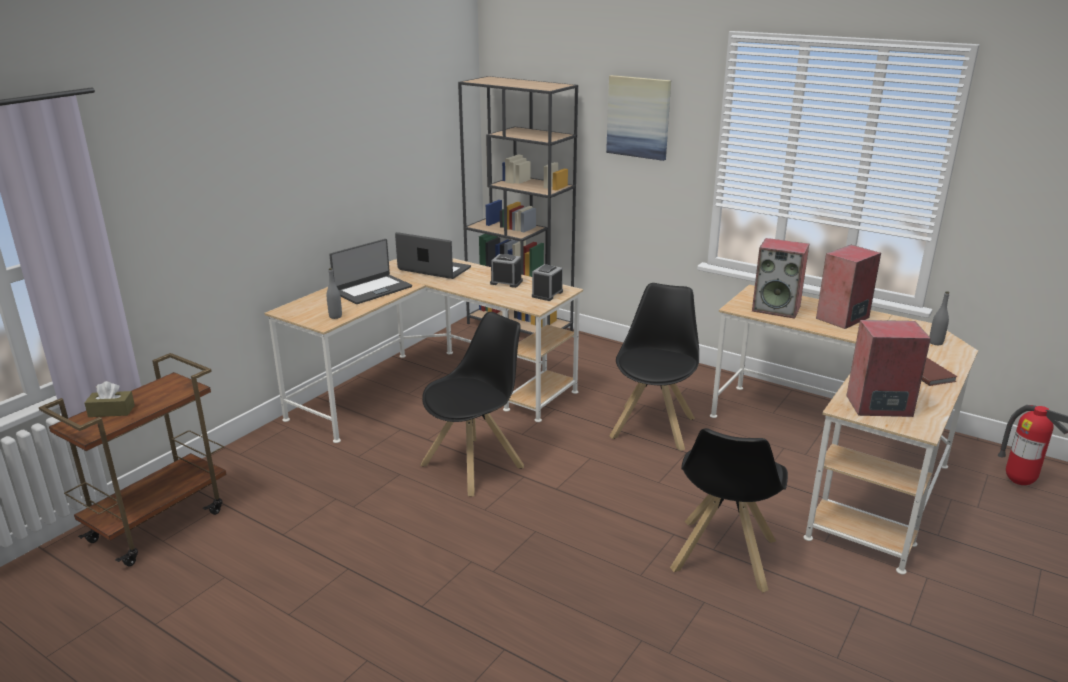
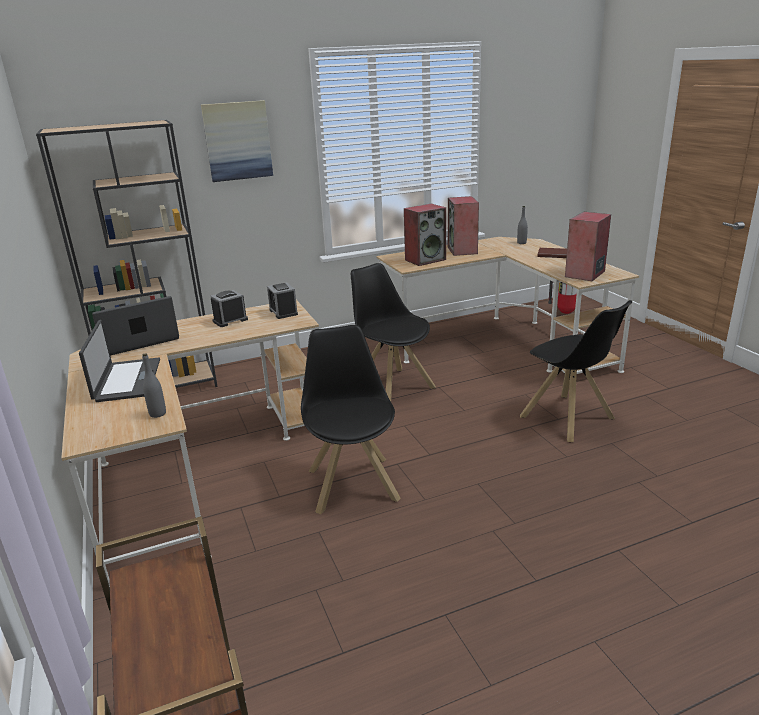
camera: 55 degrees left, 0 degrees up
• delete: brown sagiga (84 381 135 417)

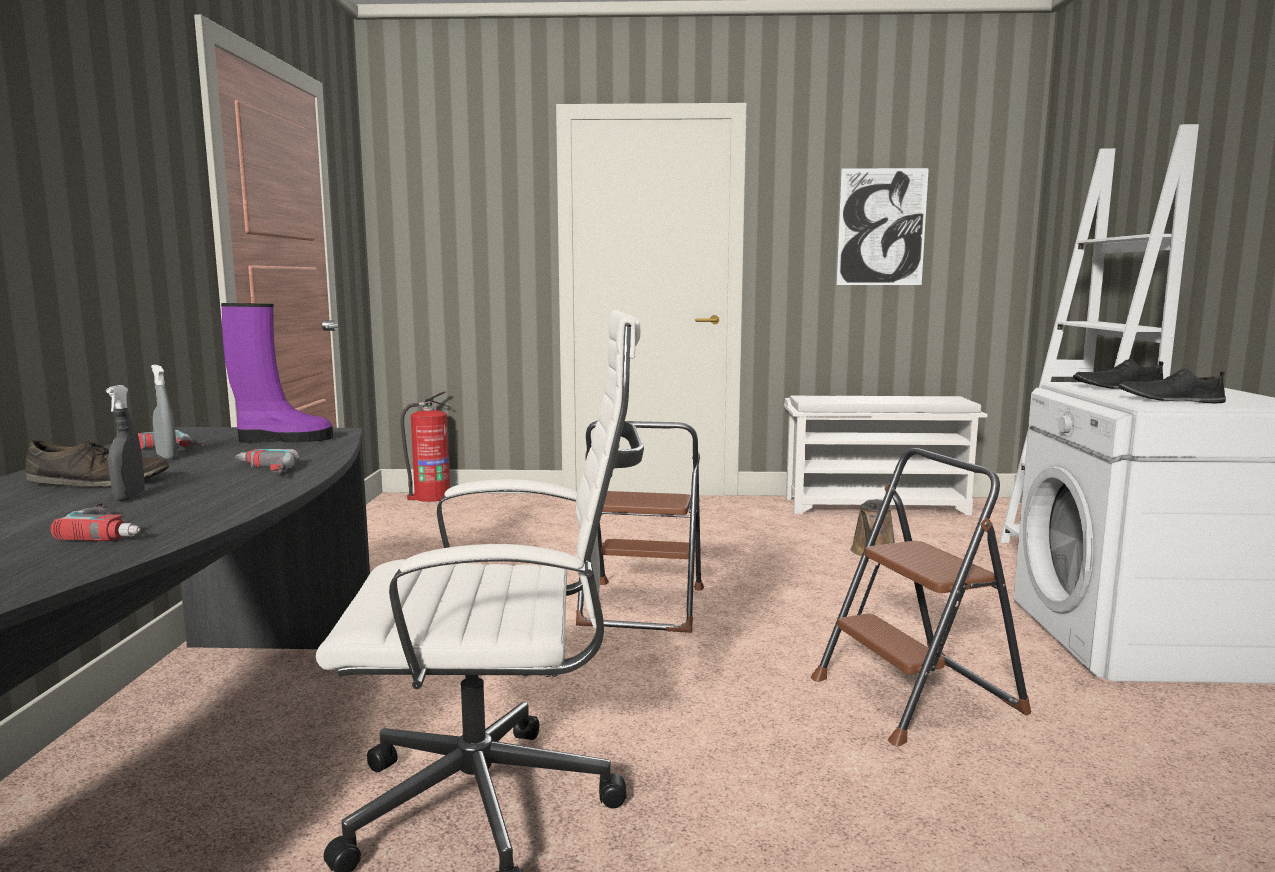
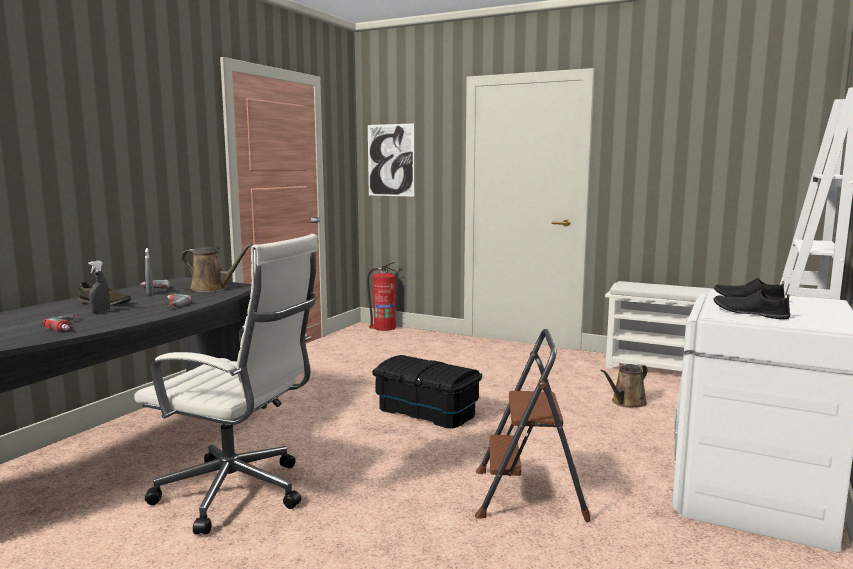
camera: 25 degrees right, 0 degrees up
• replace: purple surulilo (221 303 333 443) to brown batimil (181 244 253 292)
• replace: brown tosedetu (576 421 704 633) to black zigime (372 355 482 429)
• move: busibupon (837 168 929 285) to (368 123 414 197)

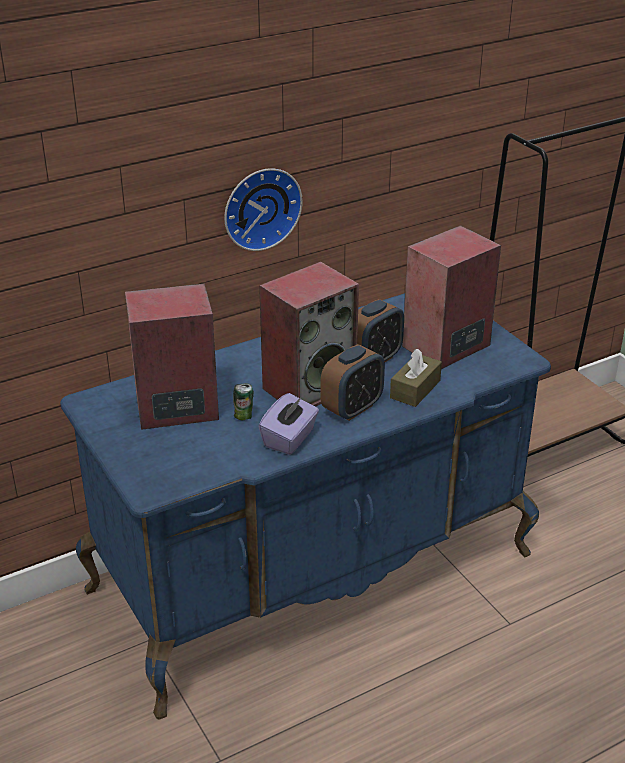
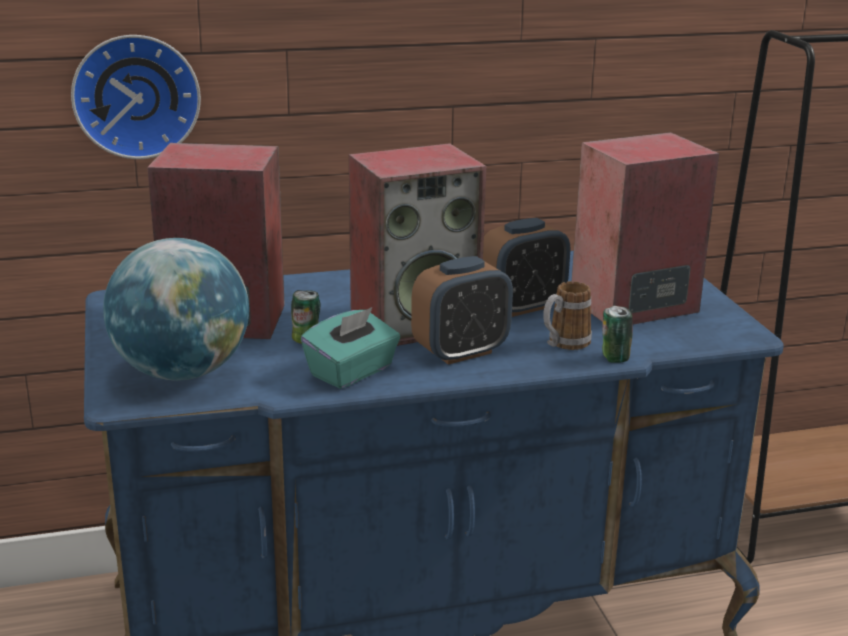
camera: 15 degrees right, 10 degrees down
• move: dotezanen (224 168 303 251) to (71 35 201 159)
• recolor: purple sagiga (259 393 319 455) to turquoise sagiga (301 307 400 389)
• replace: brown sagiga (390 349 442 407) to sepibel (543 281 592 350)
• insert: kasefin (103 238 249 381)
• insert: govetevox (602 306 633 363)

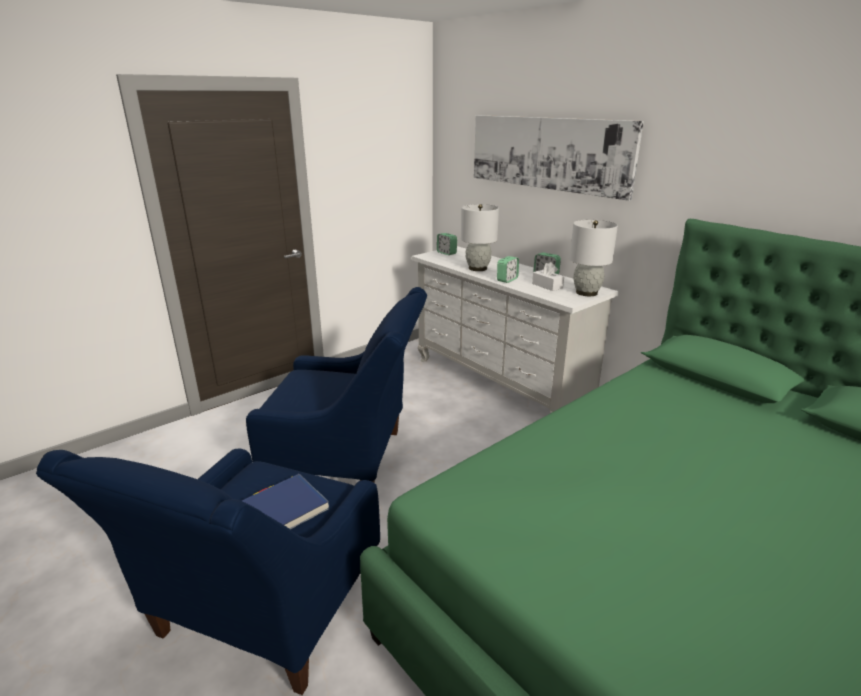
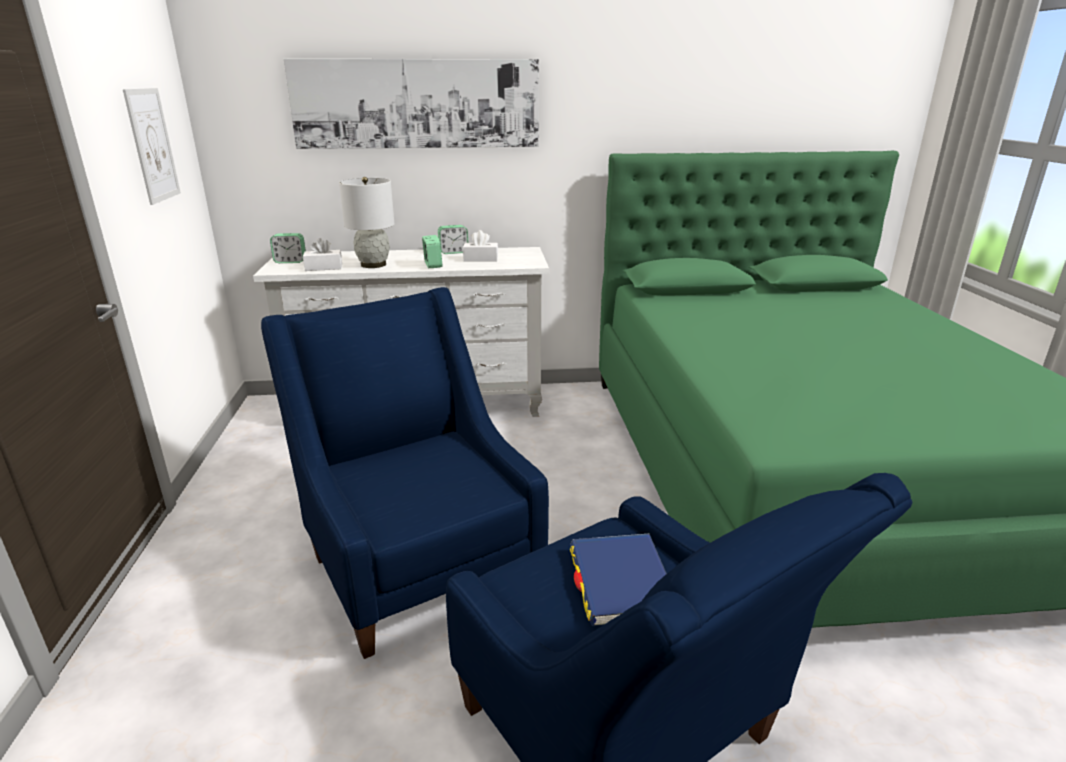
camera: 55 degrees left, 0 degrees up
• rotate: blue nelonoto (246 287 427 483) = (261 287 549 659) 75 degrees counterclockwise
• delete: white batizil (570 220 618 296)
• insert: busibupon (123 88 181 205)
• insert: white sagiga (303 238 342 271)

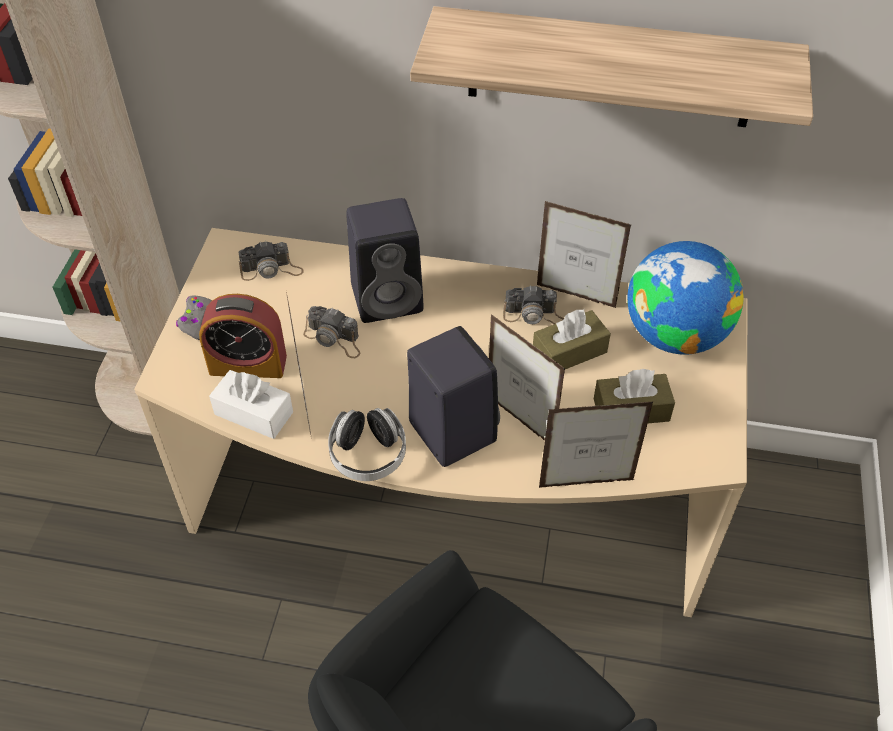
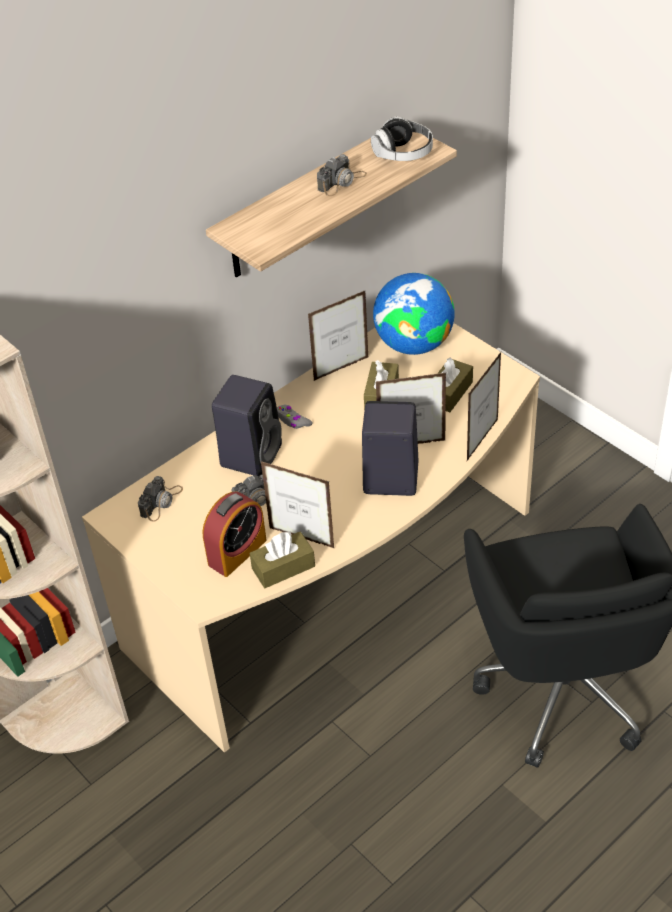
camera: 50 degrees left, 5 degrees down
• move: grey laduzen (176 295 212 340) to (277 405 312 429)
• recolor: white sagiga (209 370 293 439) to brown sagiga (250 531 315 588)
• move: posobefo (328 408 406 481) to (371 117 433 161)
• move: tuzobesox (503 285 564 325) to (317 154 367 196)

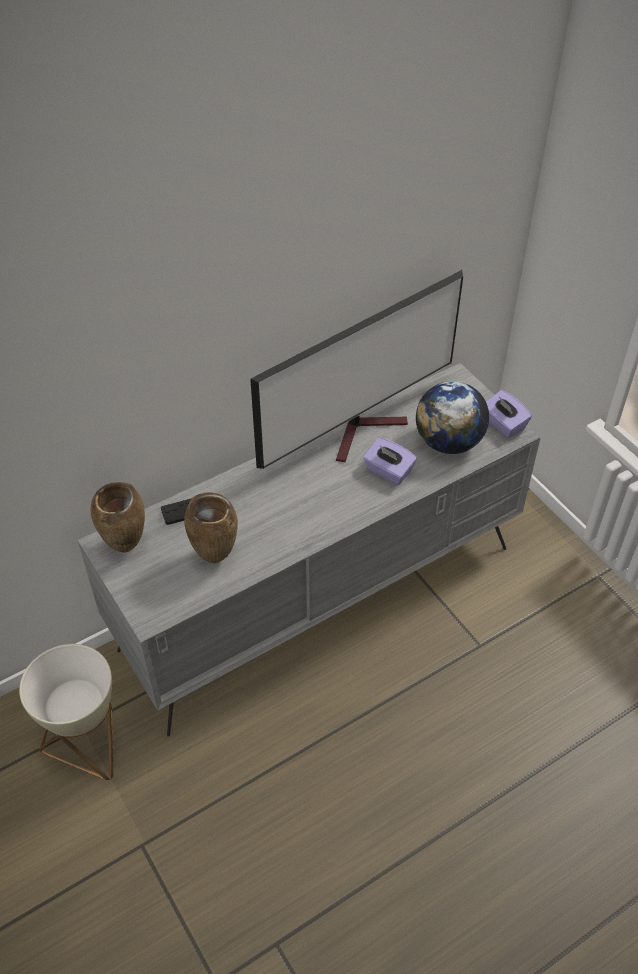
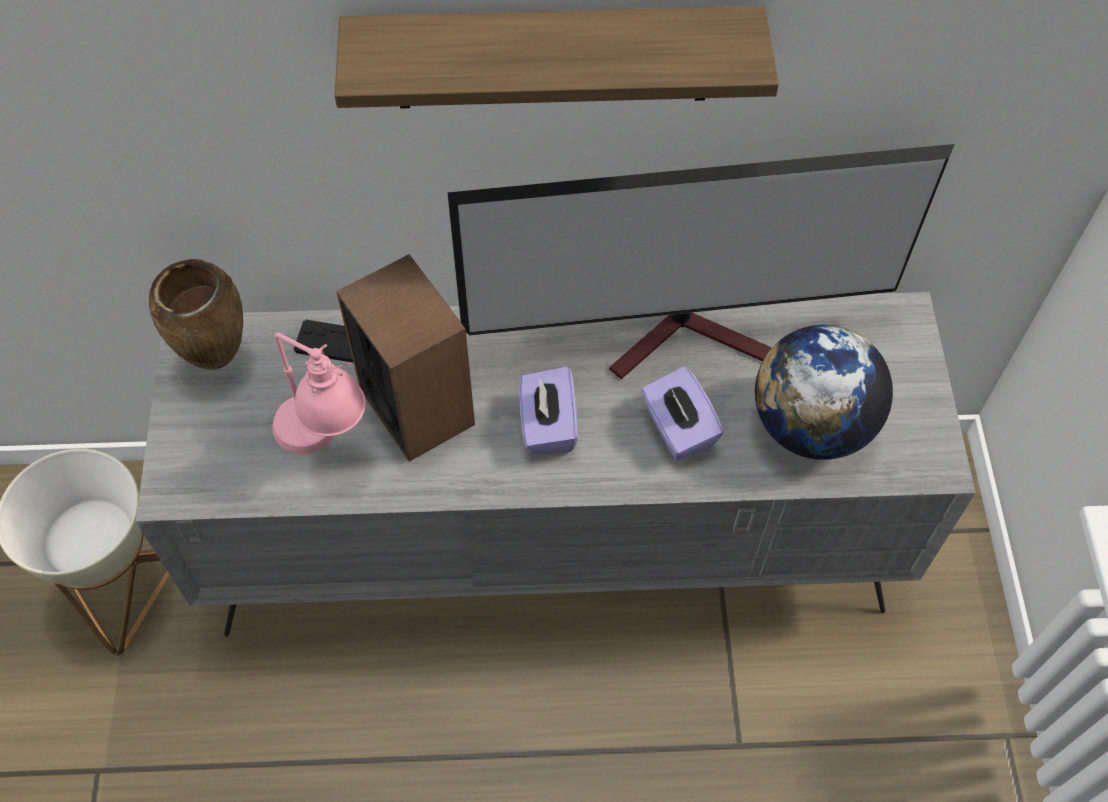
camera: 30 degrees right, 10 degrees up
• replace: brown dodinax (184 493 238 563) to pink batizil (272 333 366 454)
• move: purple sagiga (486 390 532 438) to (519 366 578 454)
• insert: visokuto (335 6 779 109)
• insert: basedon (336 254 475 462)

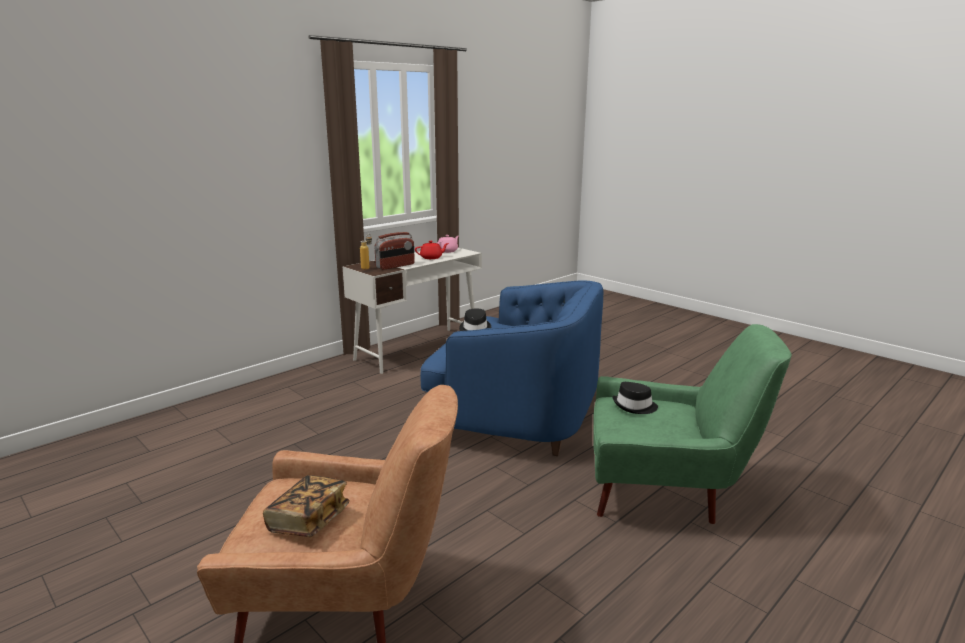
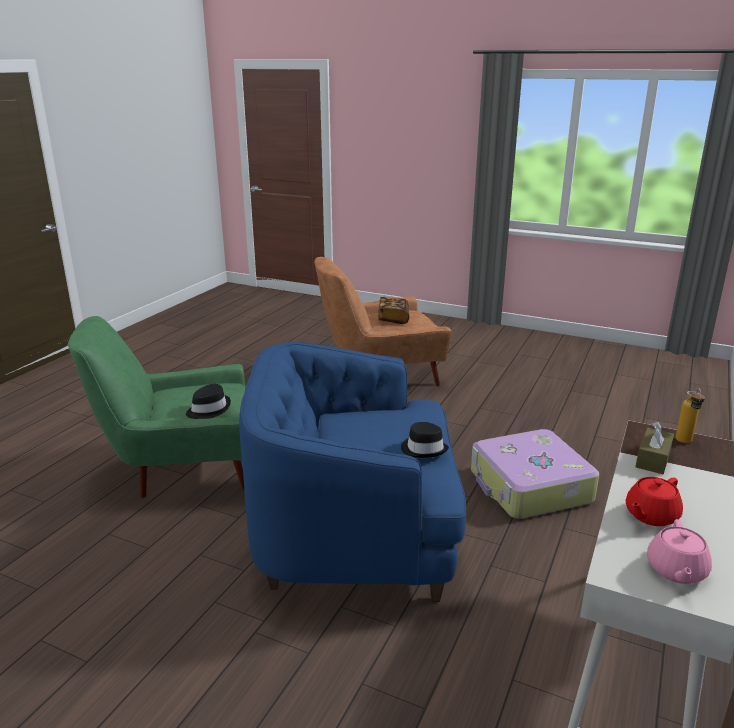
camera: 160 degrees right, 5 degrees up
• replace: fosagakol (375 232 415 270) to brown sagiga (636 422 674 474)
• insert: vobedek (471 429 599 519)

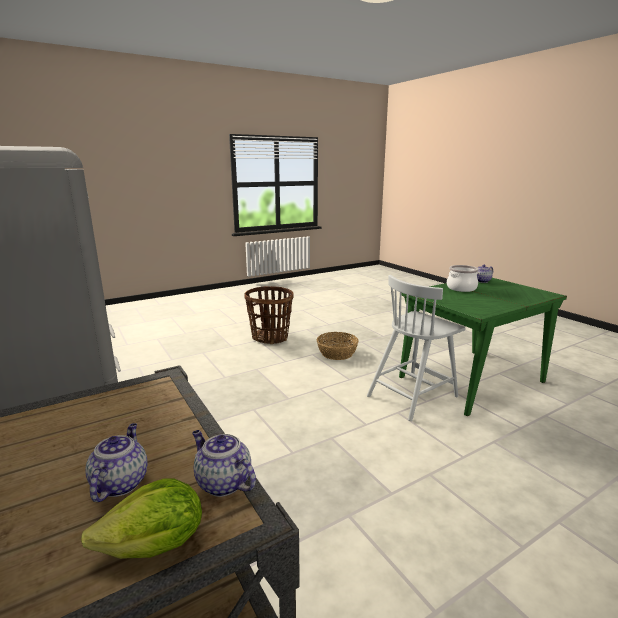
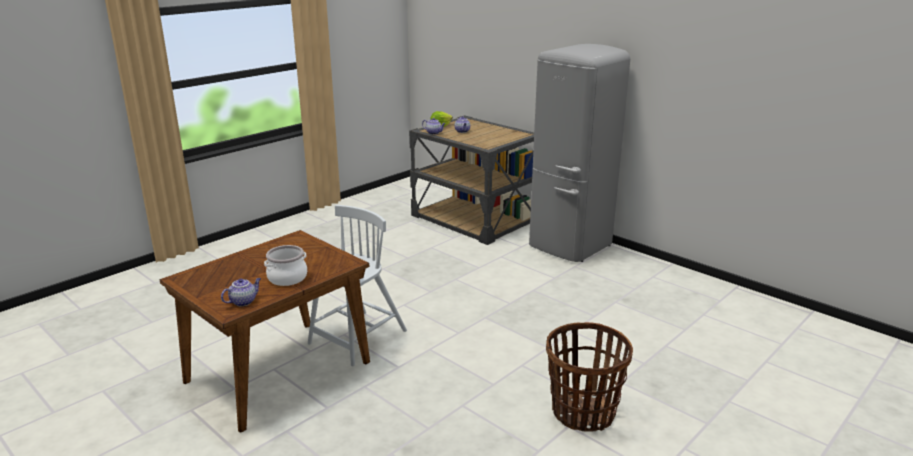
camera: 165 degrees right, 5 degrees up
• delete: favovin (317 332 359 360)
• recolor: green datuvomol (399 278 567 416) to brown datuvomol (159 230 370 433)

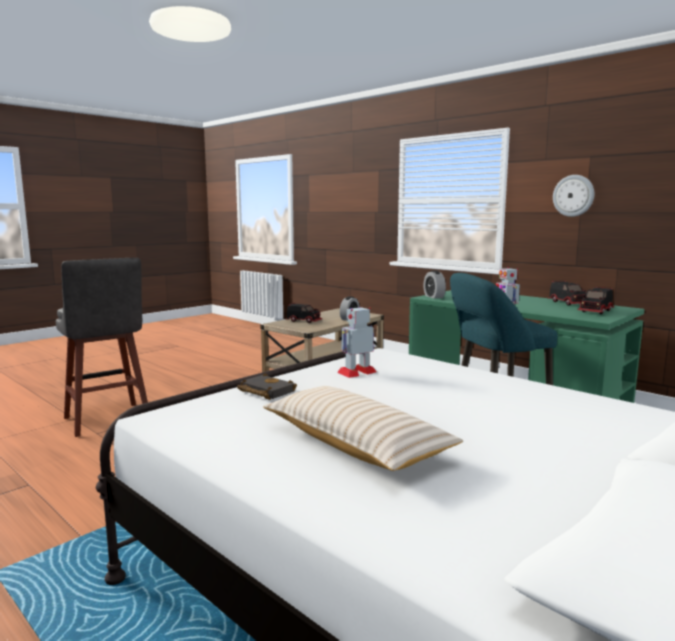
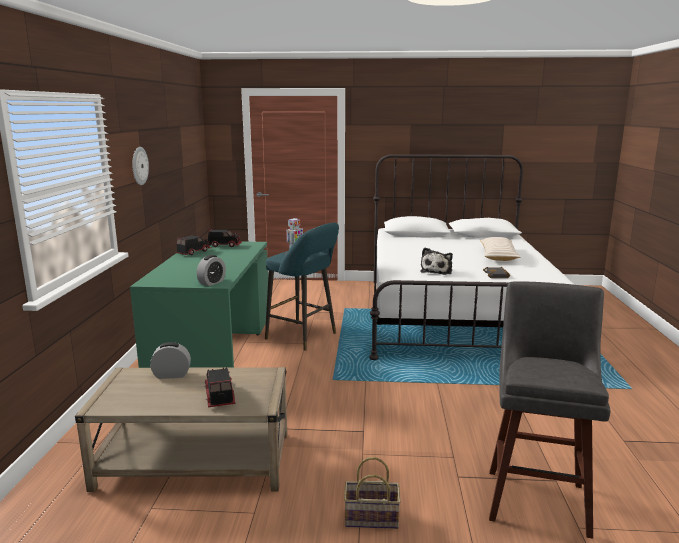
camera: 130 degrees left, 5 degrees up
• replace: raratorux (337 307 376 378) to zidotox (420 247 453 275)
• insert: favovin (344 457 401 529)

